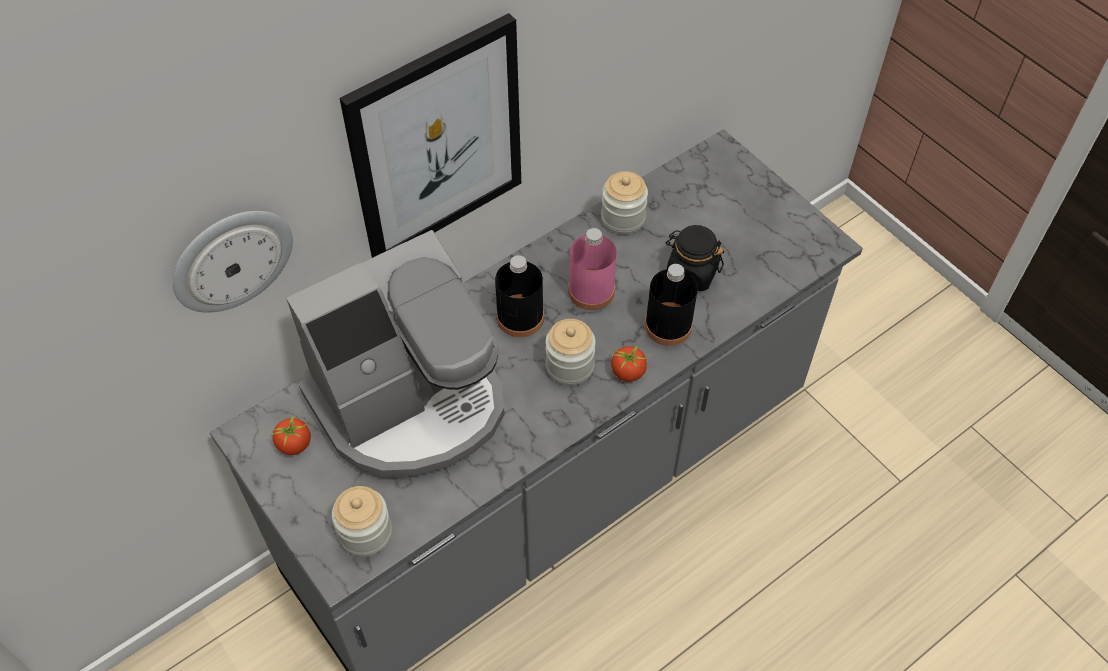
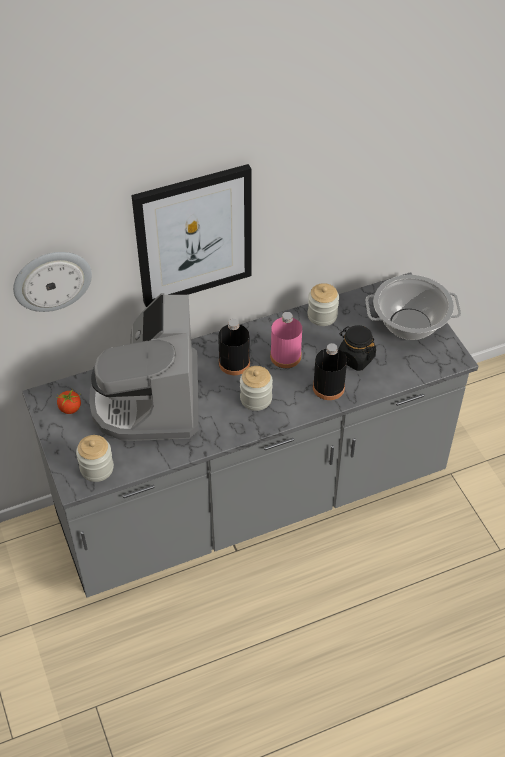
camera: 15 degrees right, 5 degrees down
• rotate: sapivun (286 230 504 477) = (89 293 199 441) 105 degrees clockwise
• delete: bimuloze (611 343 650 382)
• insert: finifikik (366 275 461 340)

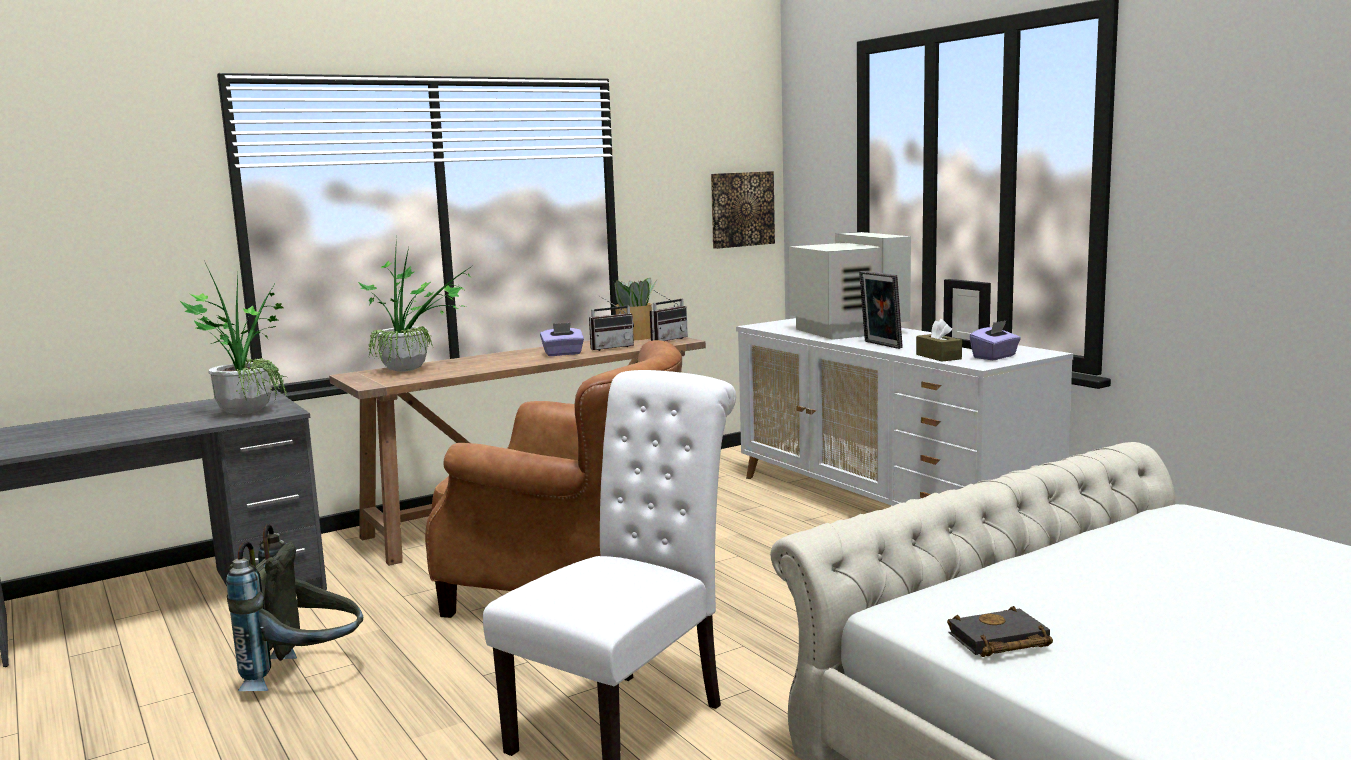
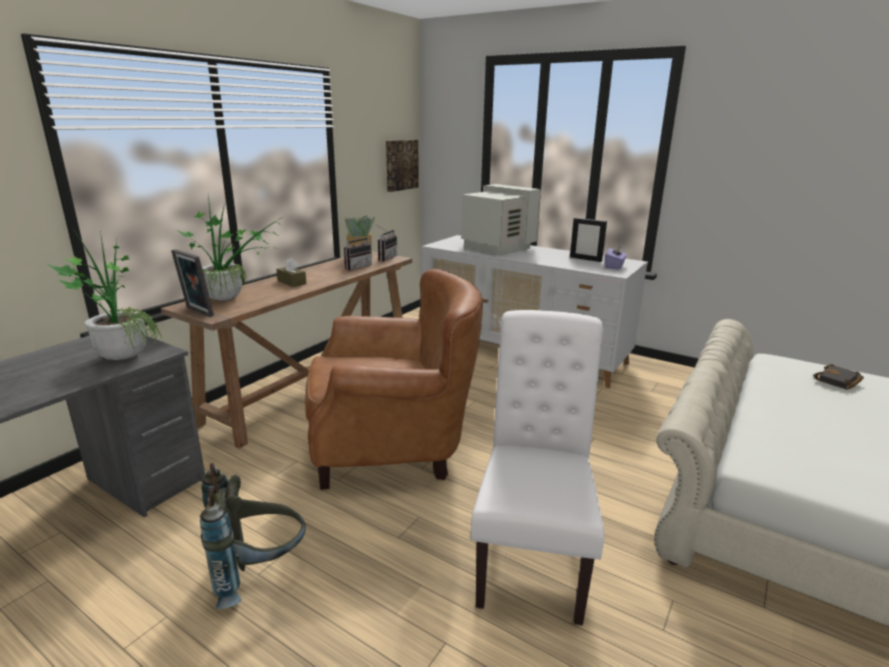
camera: 25 degrees left, 10 degrees up
• delete: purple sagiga (540 323 584 356)
• move: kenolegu (859 271 903 349) to (171 250 214 317)
• move: brown sagiga (916 319 962 362) to (276 258 306 287)
• move: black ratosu (947 606 1053 657) to (813 364 864 390)

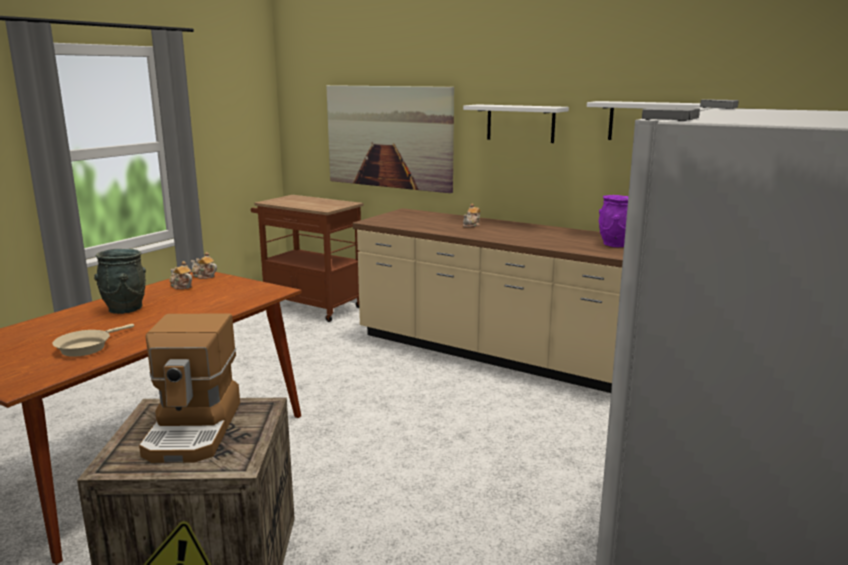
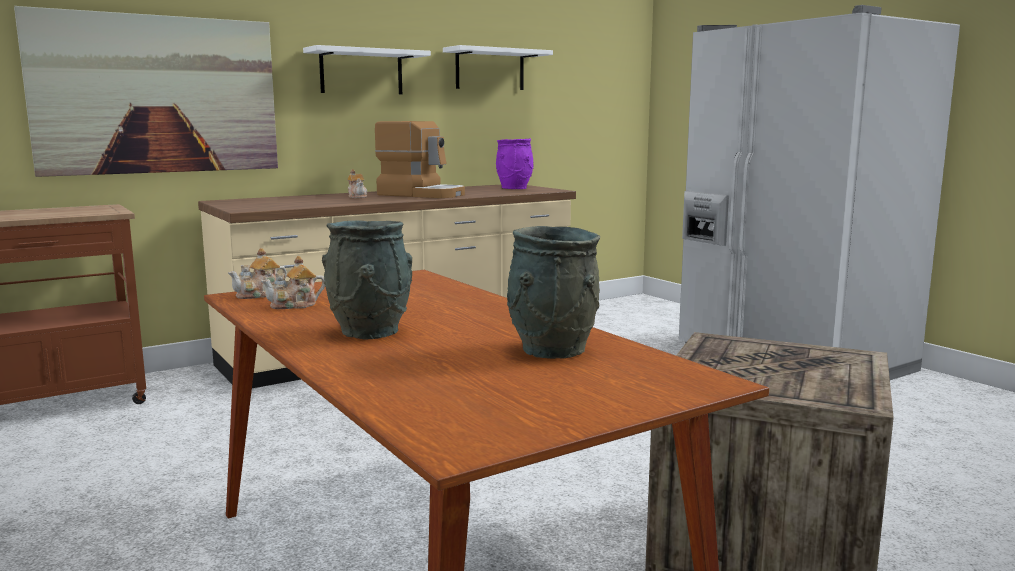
camera: 65 degrees left, 5 degrees down
• replace: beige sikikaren (52 324 134 357) to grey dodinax (507 226 600 359)
• move: sapivun (139 313 240 463) to (375 121 465 198)

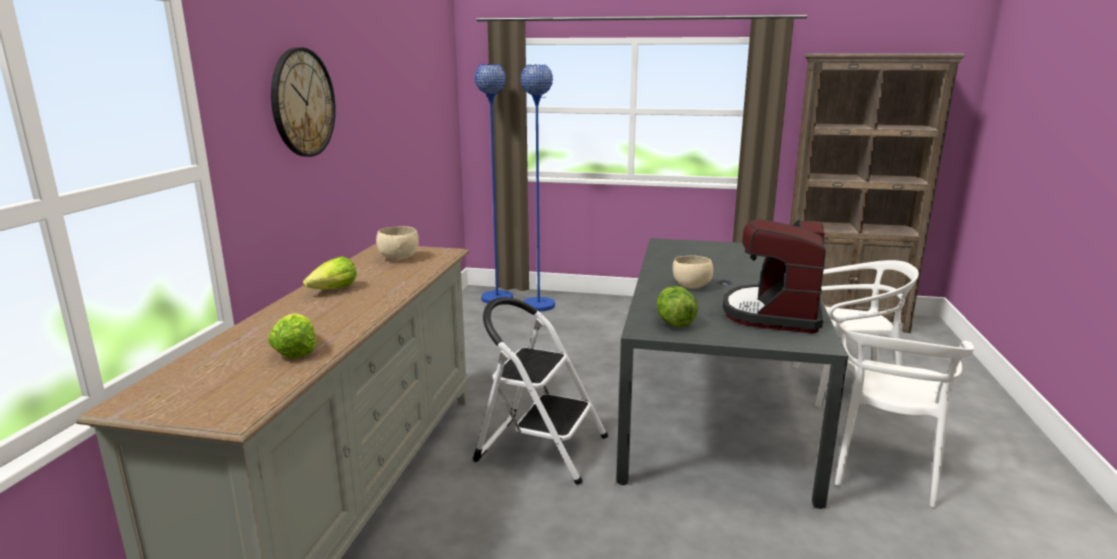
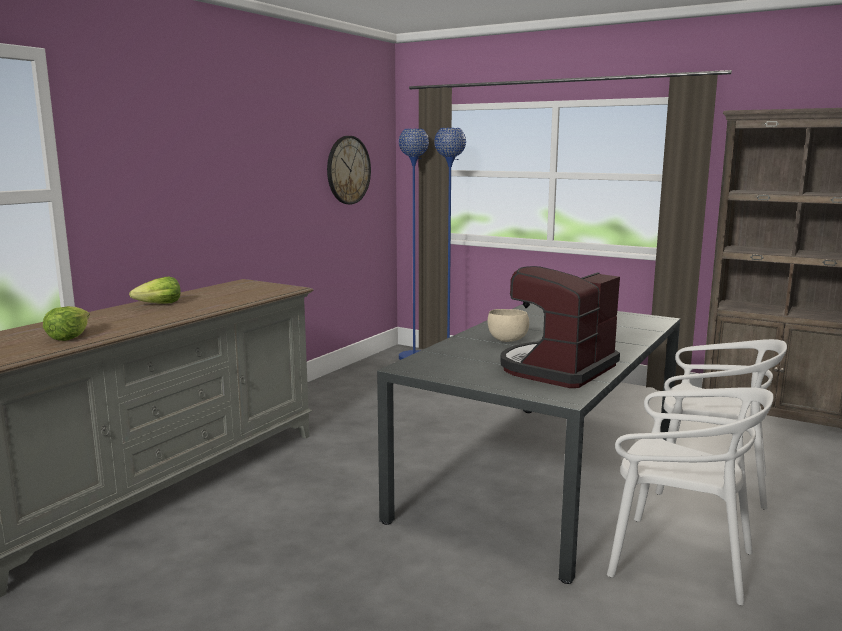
camera: 20 degrees right, 5 degrees down
• move: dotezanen (271 47 336 157) to (327 136 371 204)
• delete: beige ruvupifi (376 226 419 260)
• delete: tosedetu (473 297 608 485)
• delete: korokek (657 286 698 327)
• rotate: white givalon (835 323 974 507) = (607 387 773 605) 105 degrees counterclockwise

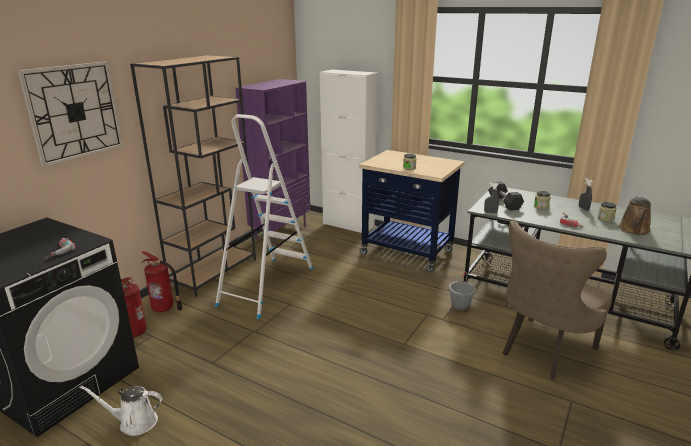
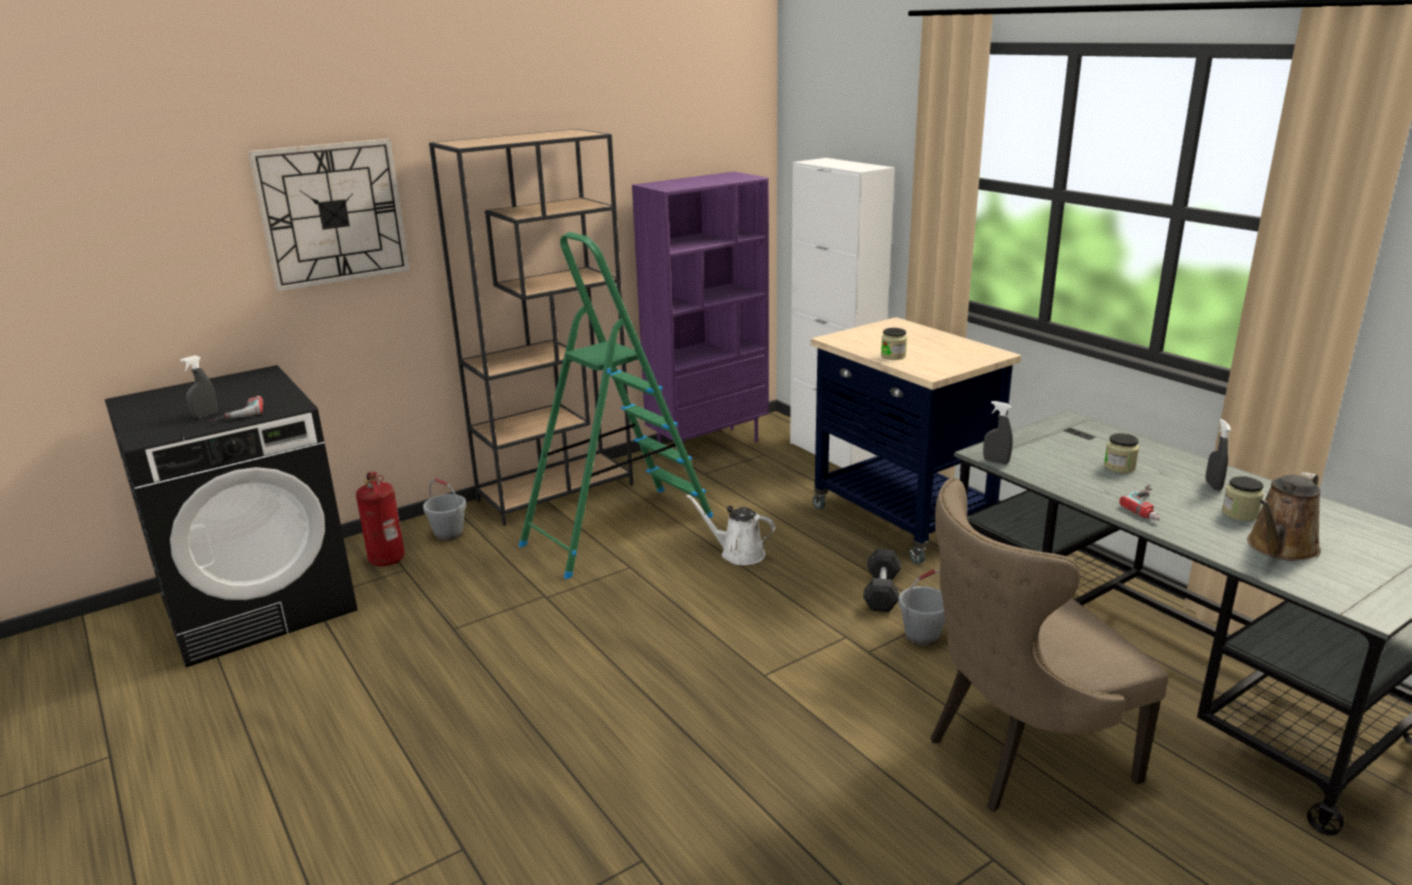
camera: 25 degrees right, 0 degrees up
• move: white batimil (80 386 162 436) to (686 494 775 565)
• replace: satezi (141 251 183 312) to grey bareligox (423 478 466 541)
• recolor: white tosedetu (215 114 313 319) to green tosedetu (519 232 713 579)
• move: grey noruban (488 182 524 211) to (863 548 901 612)
• insert: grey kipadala (180 355 218 418)

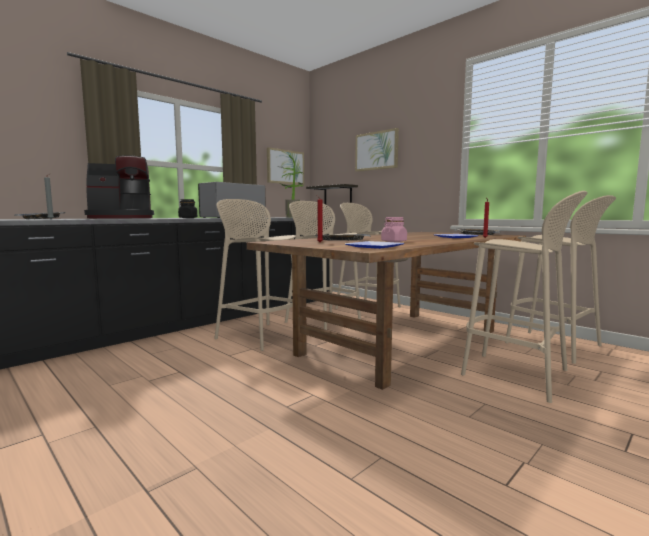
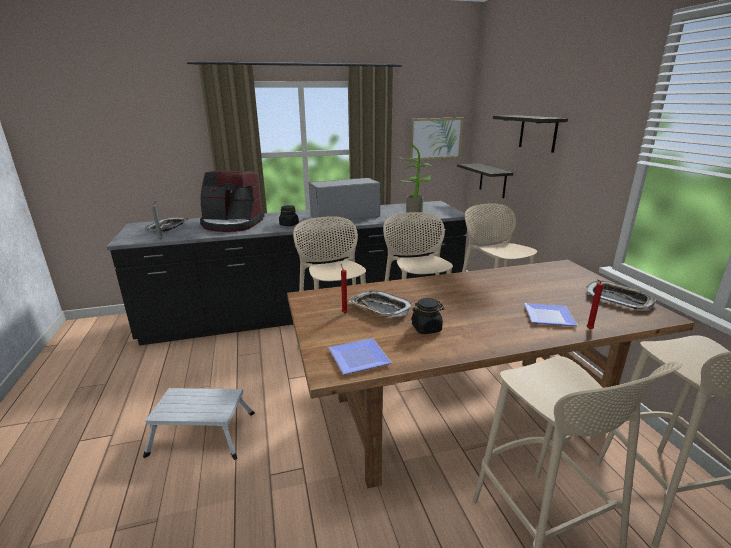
camera: 30 degrees right, 15 degrees up
• replace: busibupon (355 128 399 172) to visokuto (493 115 568 153)
• recolor: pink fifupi (381 217 407 242) to black fifupi (411 298 444 334)
• insert: white tosedetu (143 388 255 460)

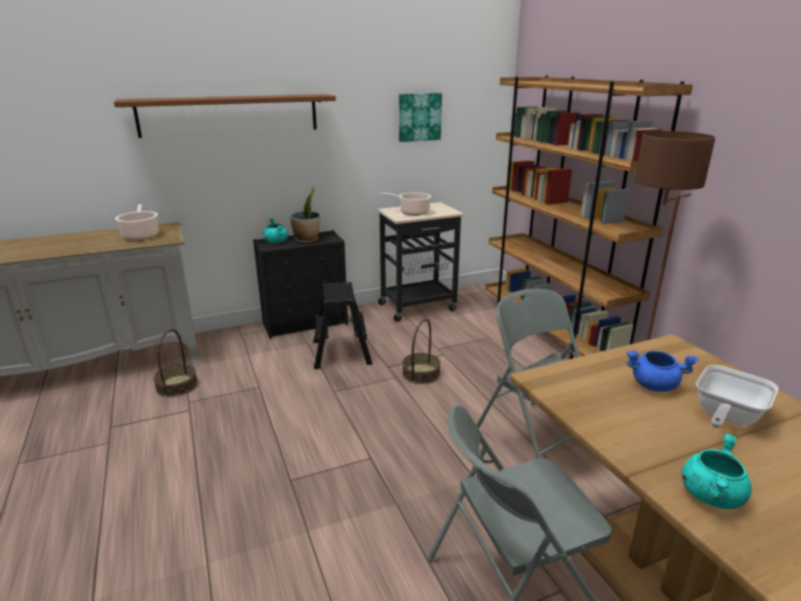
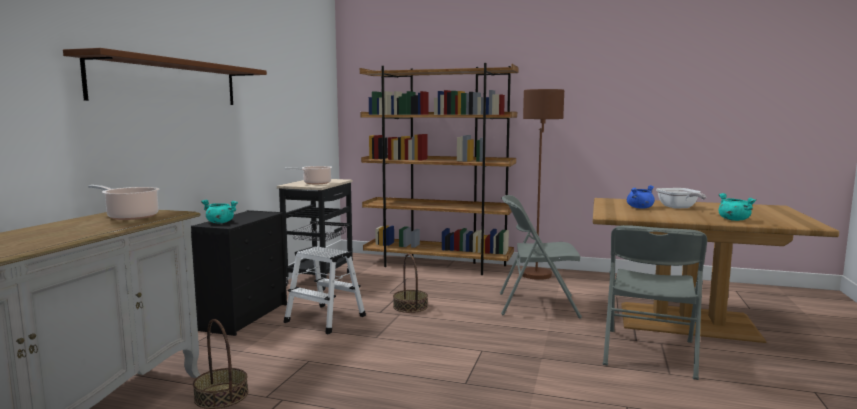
camera: 50 degrees left, 15 degrees down
• delete: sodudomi (290 185 320 243)
• recolor: black tosedetu (313 282 373 369) to white tosedetu (283 246 366 334)
• delete: busibupon (399 93 442 142)

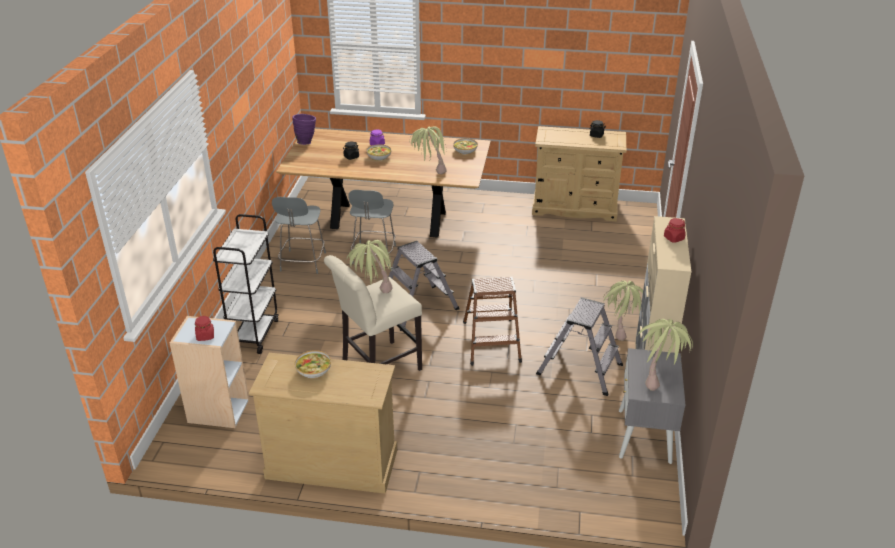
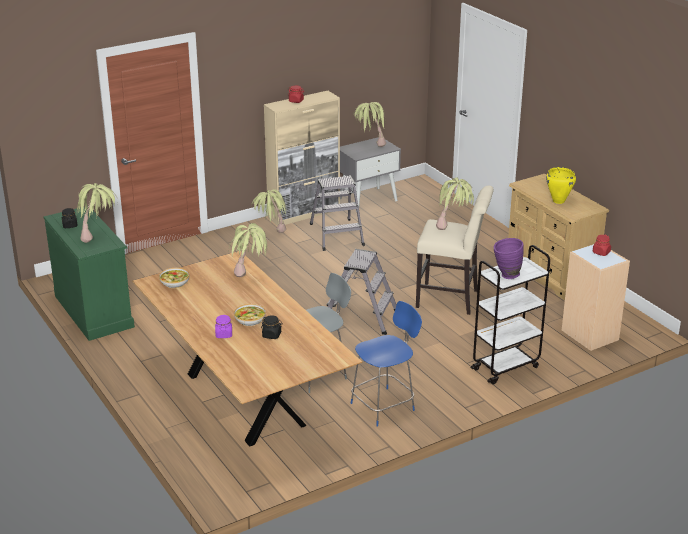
camera: 130 degrees left, 5 degrees down
• recolor: grey givalon (272 197 326 274) to blue givalon (350 301 422 427)
• move: purple dodinax (292 114 316 145) to (494 238 524 279)
• replace: ruvupifi (295 350 331 378) to yellow finifikik (546 167 576 204)
• delete: brown tosedetu (463 277 522 366)
• recolor: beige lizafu (532 126 627 221) to green lizafu (43 206 135 341)
• insert: sodudomi (77 183 118 243)

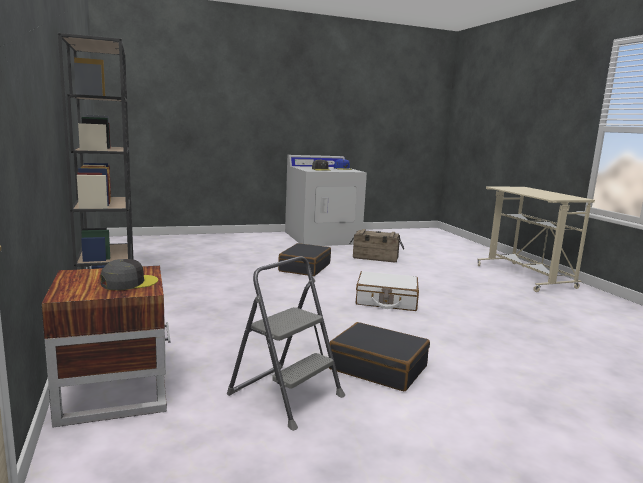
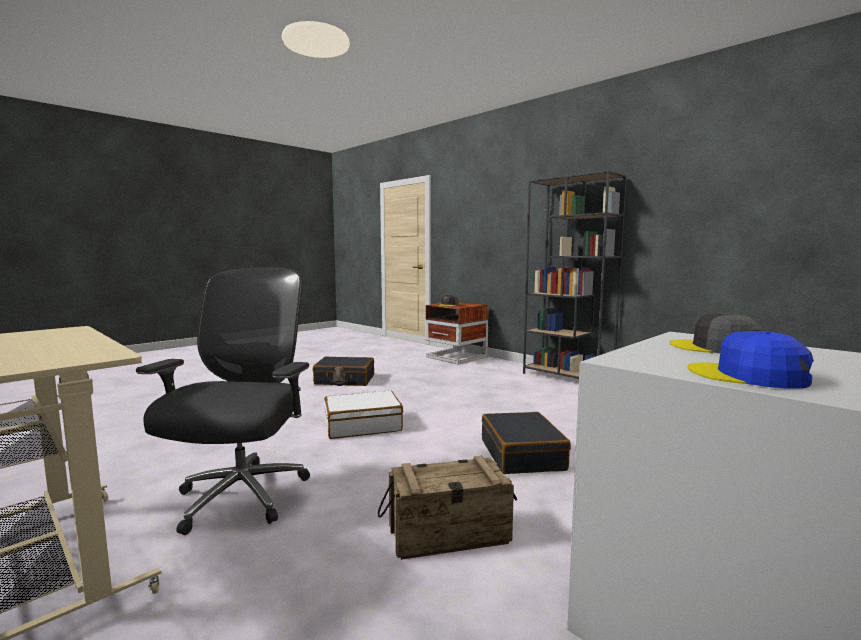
camera: 155 degrees right, 5 degrees down
• delete: grey tosedetu (227 256 345 431)
• insert: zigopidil (136 267 310 535)

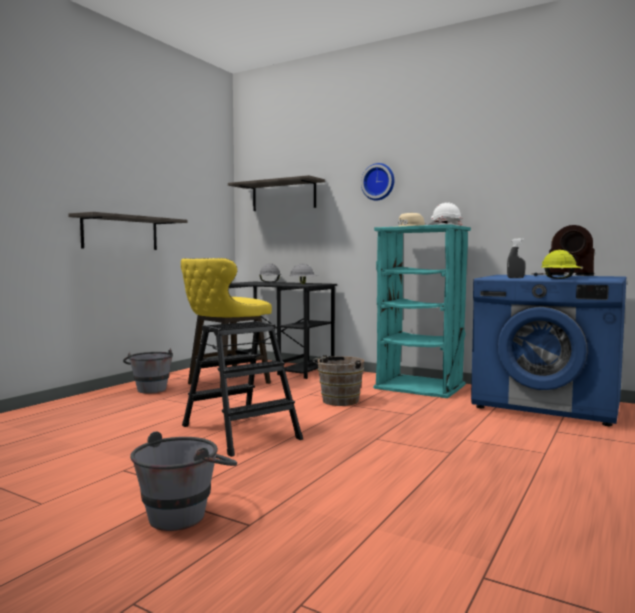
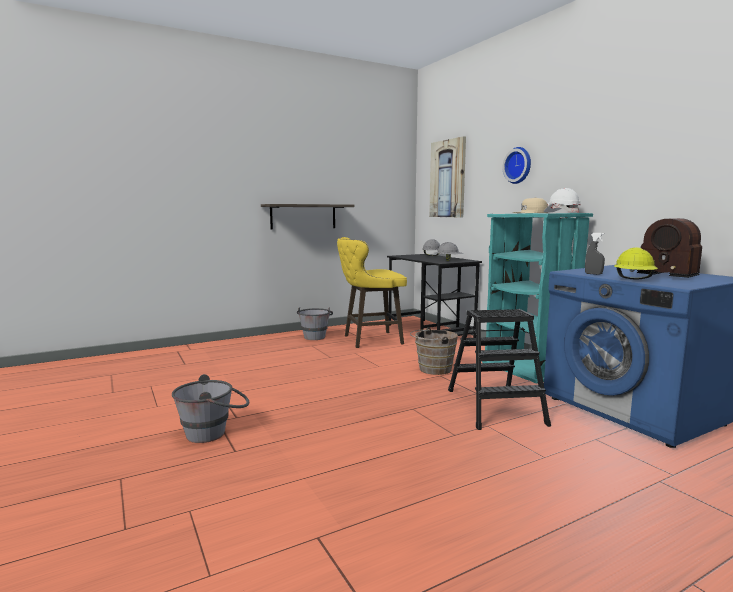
camera: 30 degrees right, 5 degrees up
• move: black tosedetu (182 321 303 457) to (448 309 551 430)
• replace: visokuto (228 175 325 211) to busibupon (429 136 466 217)

